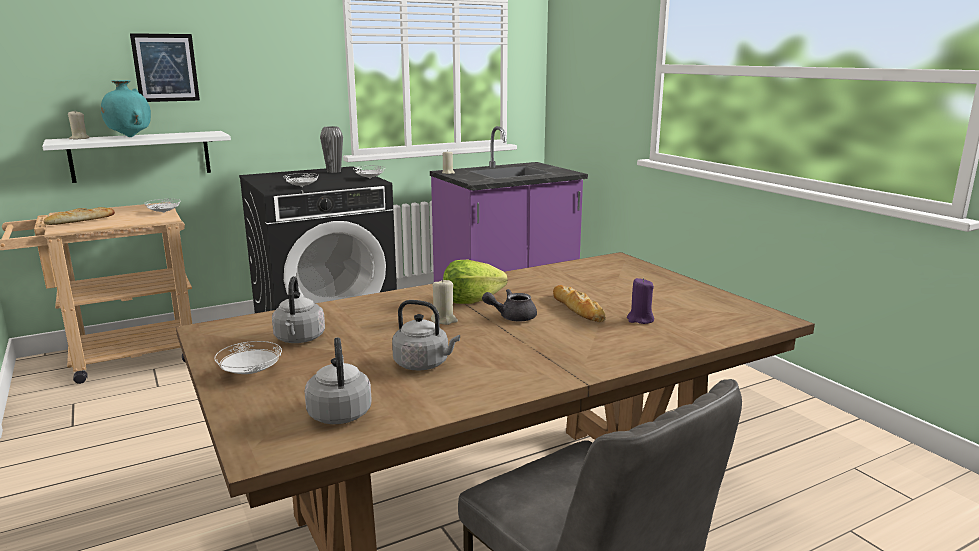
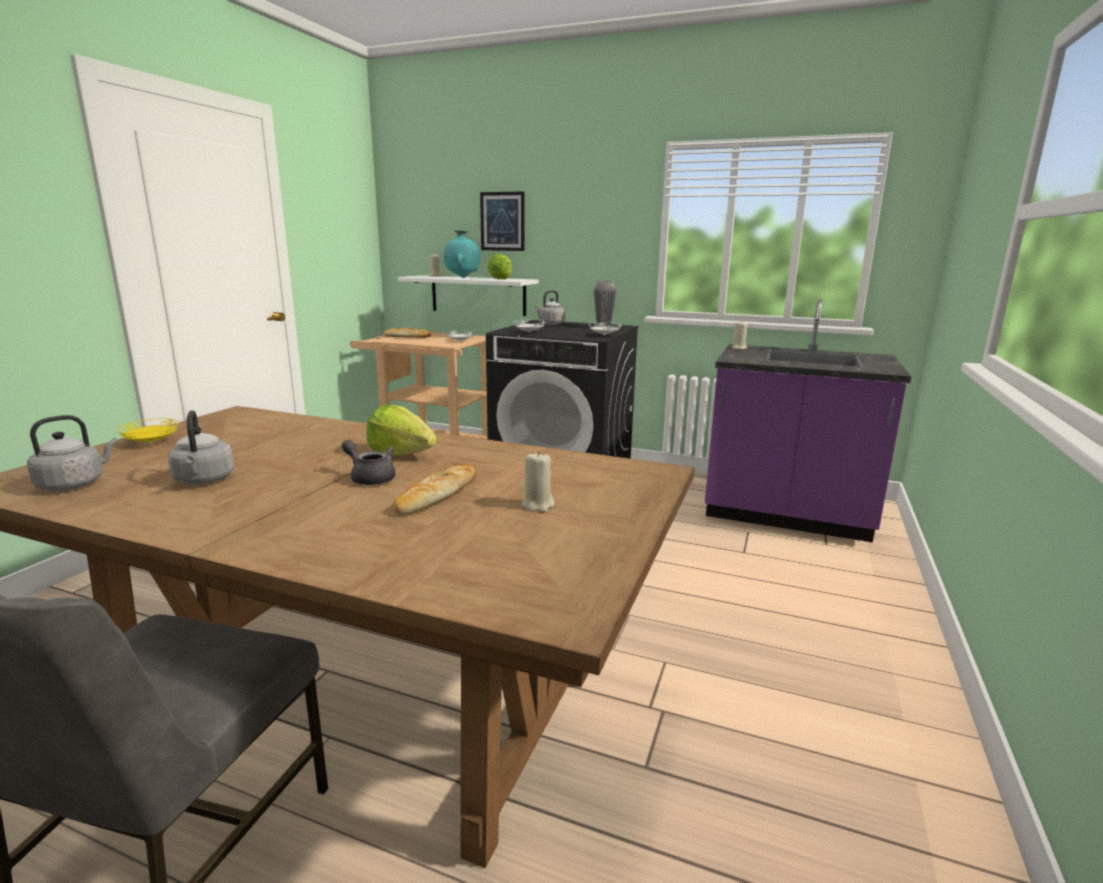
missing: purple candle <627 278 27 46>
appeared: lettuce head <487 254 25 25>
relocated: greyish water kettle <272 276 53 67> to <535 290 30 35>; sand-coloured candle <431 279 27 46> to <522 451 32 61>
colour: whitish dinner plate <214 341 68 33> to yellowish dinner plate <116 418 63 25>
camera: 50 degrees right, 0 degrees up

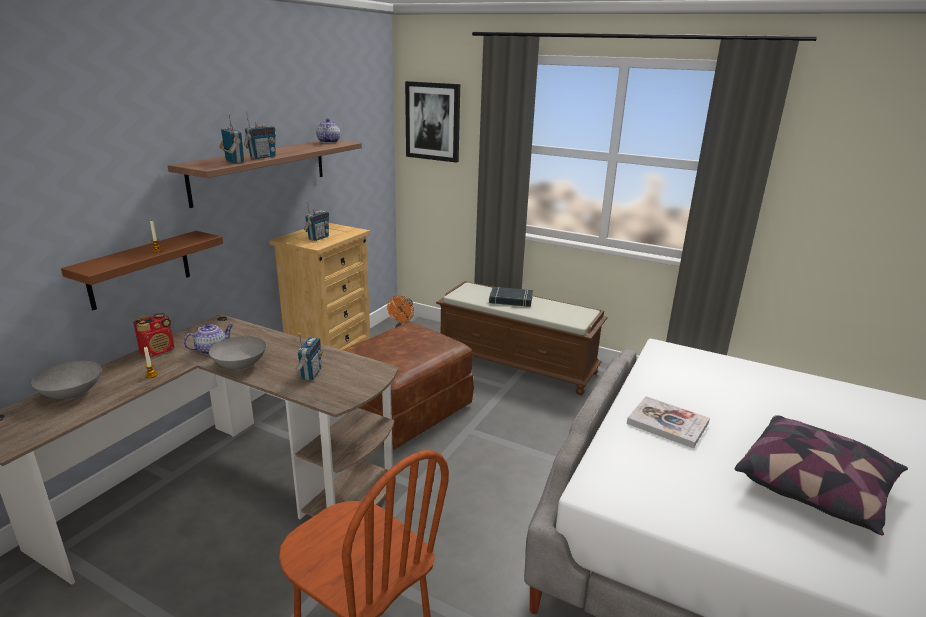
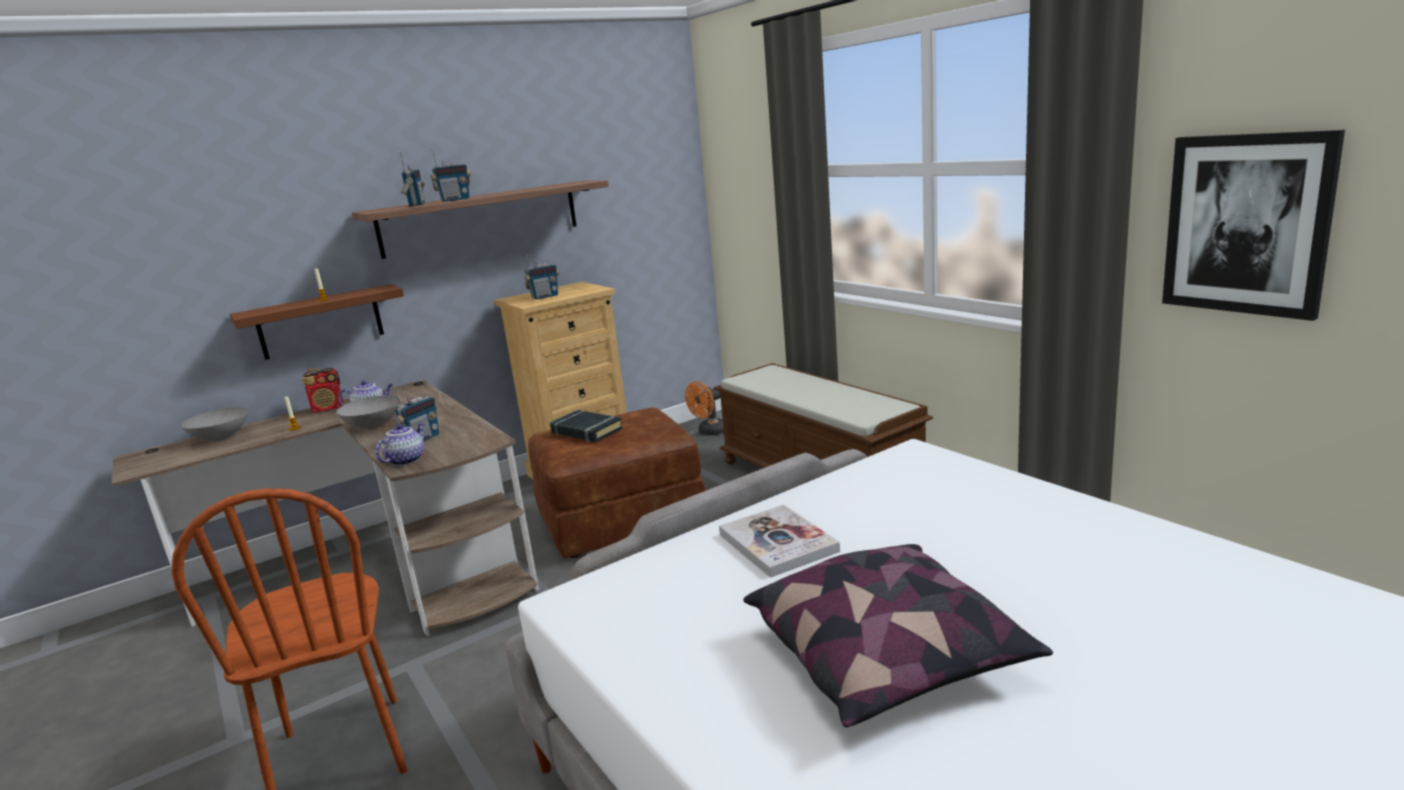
relocated: tea pot <316 119 24 24> to <375 423 50 43>; wall art <405 81 55 82> to <1162 130 183 191>; black book <489 287 44 20> to <550 410 73 32>
camera: 30 degrees right, 5 degrees down

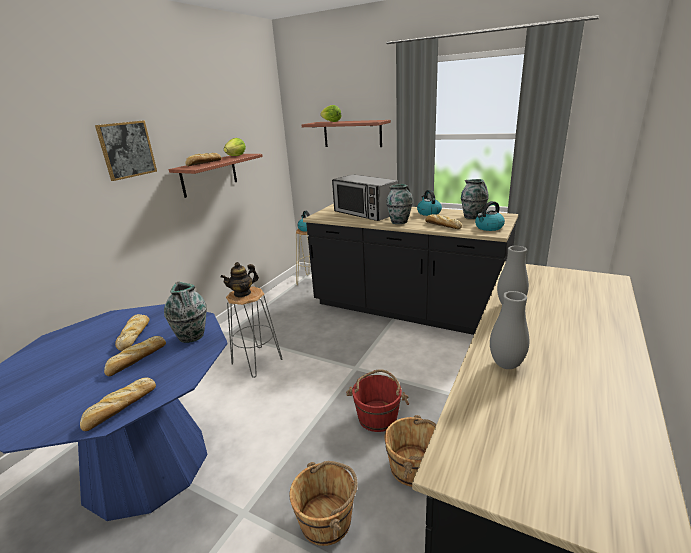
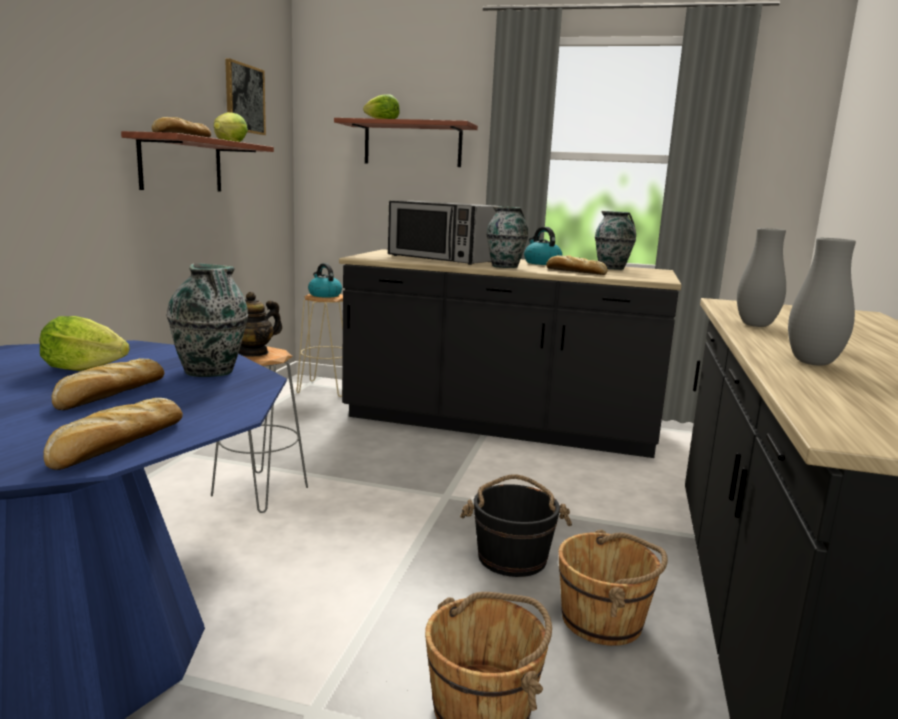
missing: water kettle <475 201 30 30>
relocated: wall art <95 120 62 61> to <225 58 41 77>
exchanged: baked bread <115 314 35 37> to lettuce head <39 316 91 55>
colour: reddish water bucket <346 369 63 63> to black water bucket <460 474 112 103>
camera: 15 degrees left, 10 degrees down

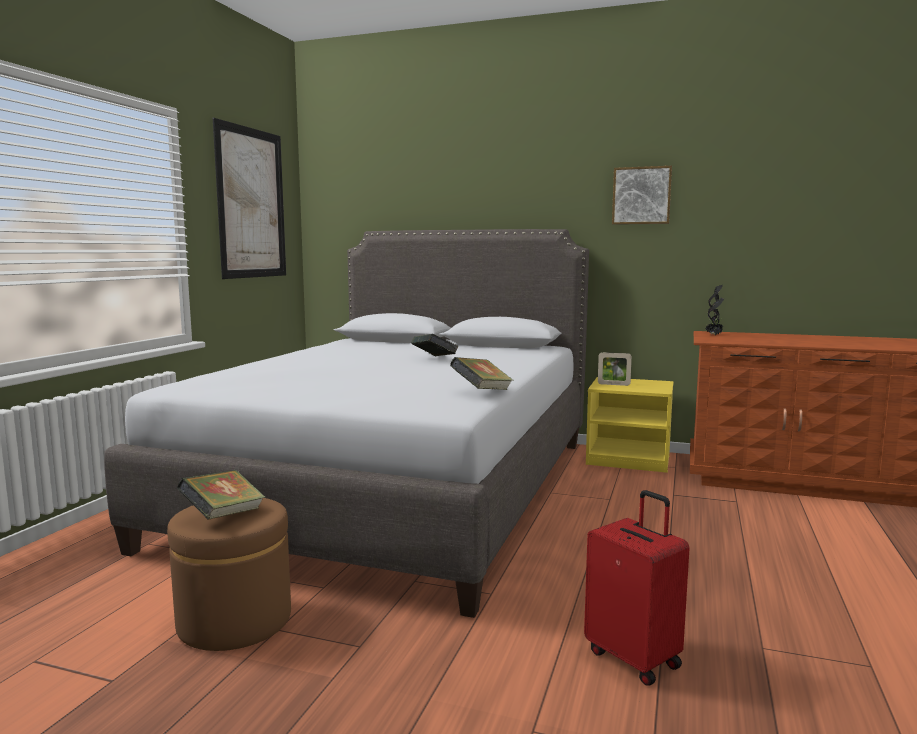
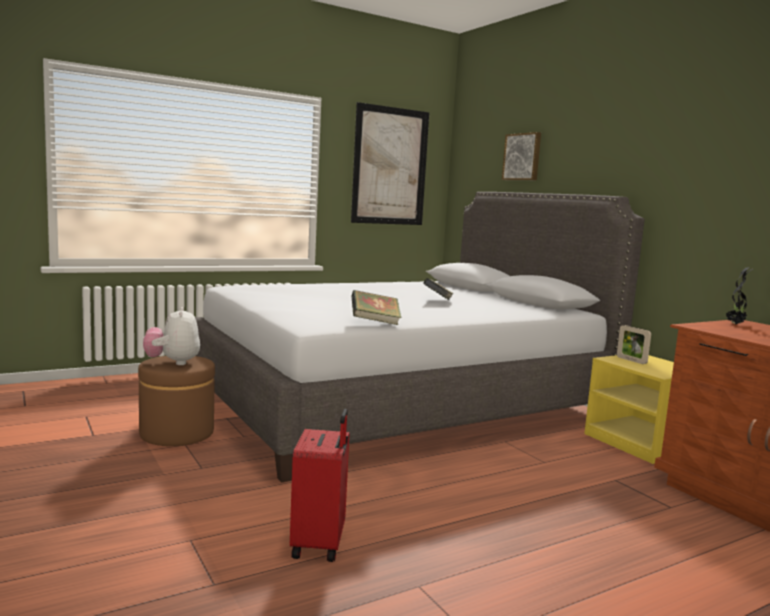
relocated: wall art <612 166 60 59> to <502 132 39 48>
exchanged: book <177 470 88 50> to soft toy <143 307 57 58>
camera: 40 degrees right, 0 degrees up

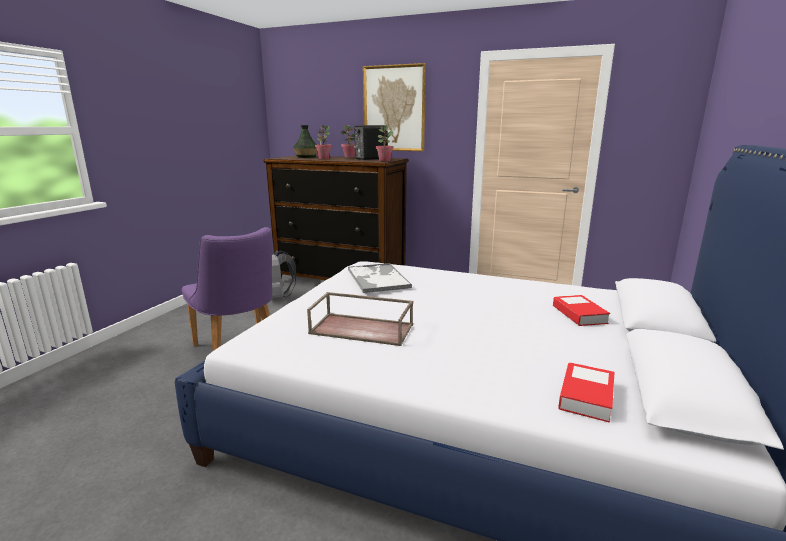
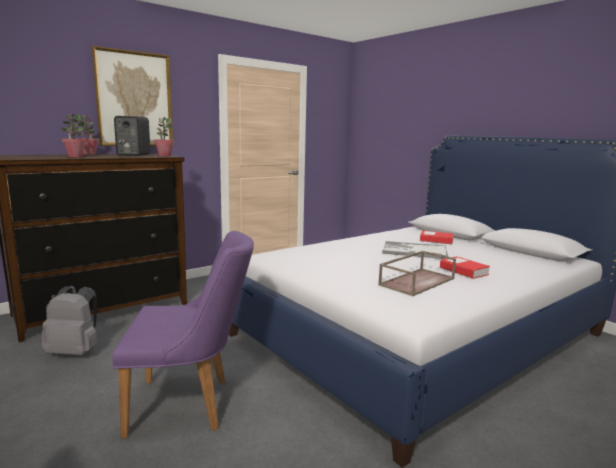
missing: vase <293 125 24 33>
relocated: serving tray <348 263 64 30> to <382 241 66 18>; book <558 362 57 61> to <440 256 50 23>
camera: 60 degrees left, 5 degrees down

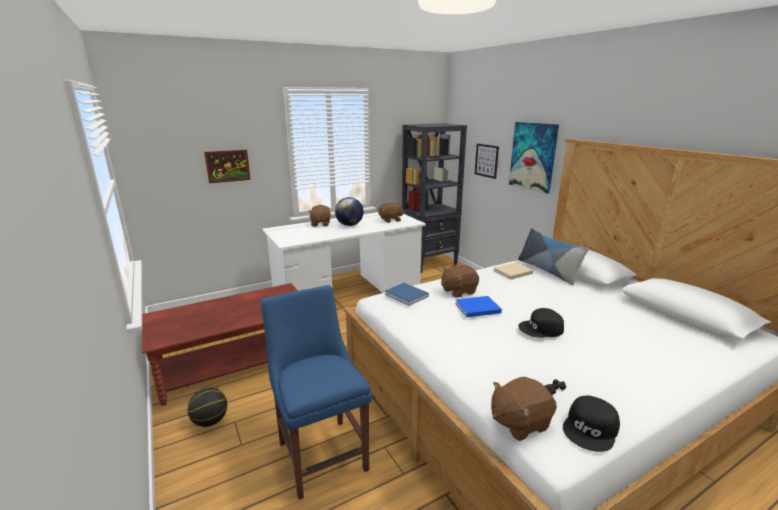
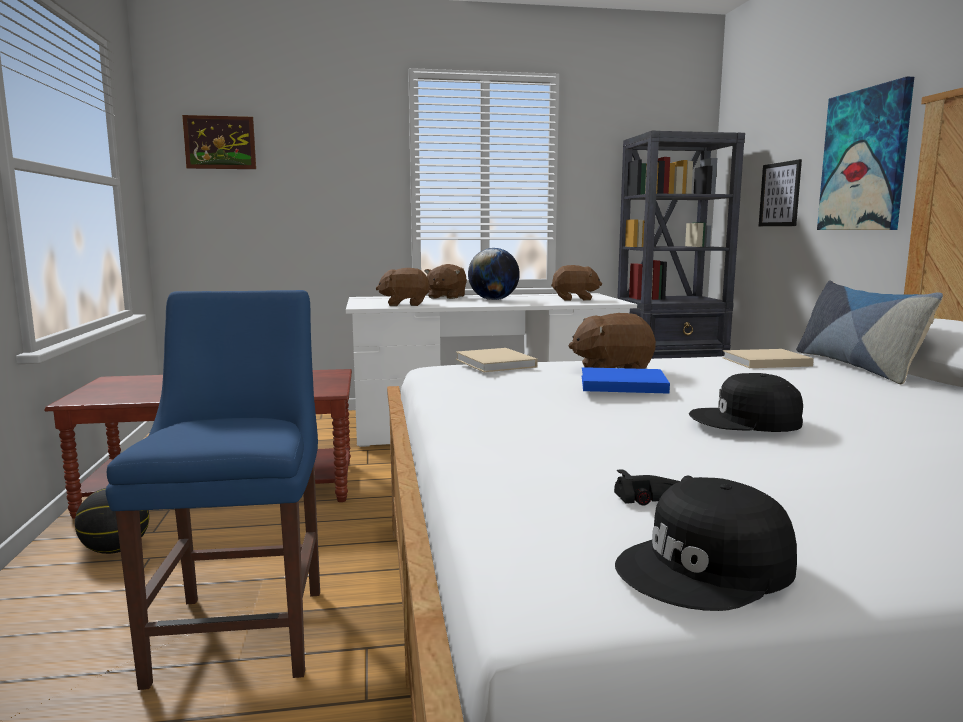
relocated: wall art <204 150 47 33> to <182 115 74 54>; brown-coloured soft toy <491 376 66 65> to <376 268 55 38>
colour: blue book <385 283 44 23> to sand-coloured book <456 348 82 24>
camera: 20 degrees right, 10 degrees down

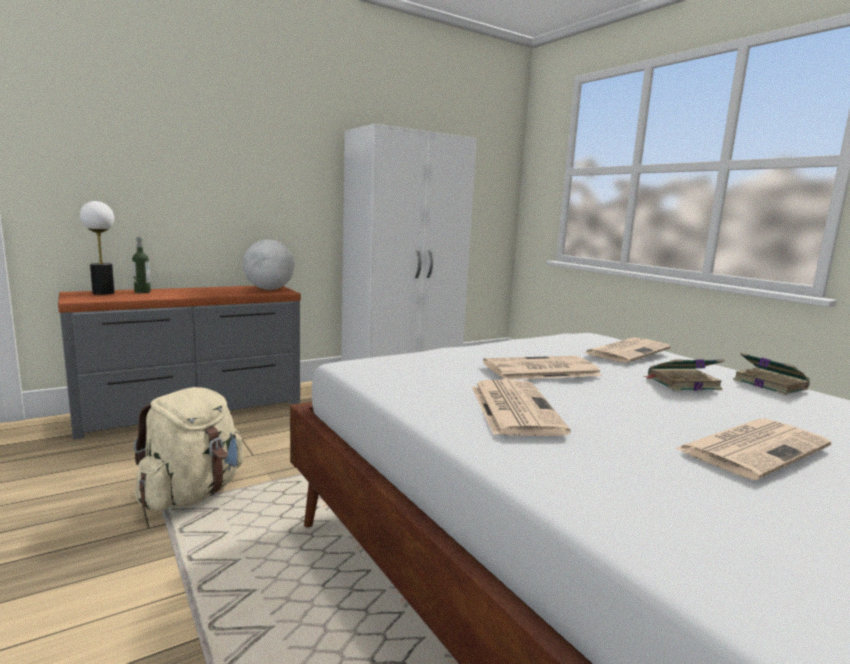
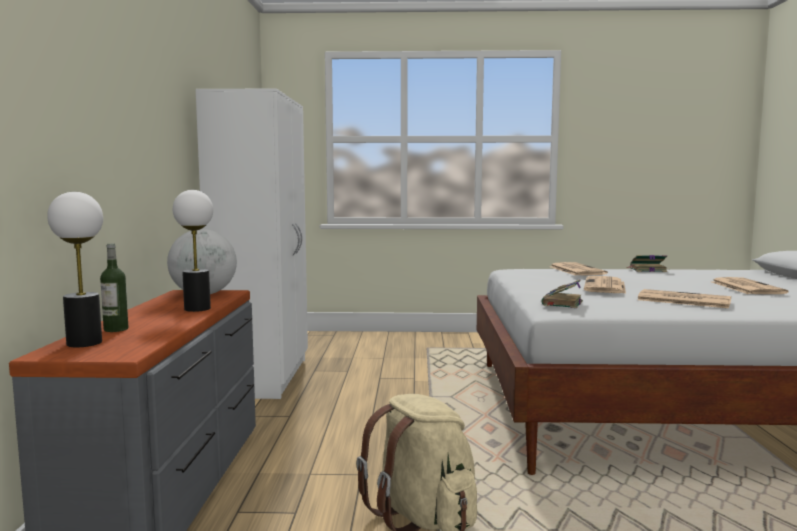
appeared: lamp for a table <173 190 40 122>
relocated: book <643 360 81 31> to <541 279 42 29>
camera: 55 degrees left, 5 degrees down

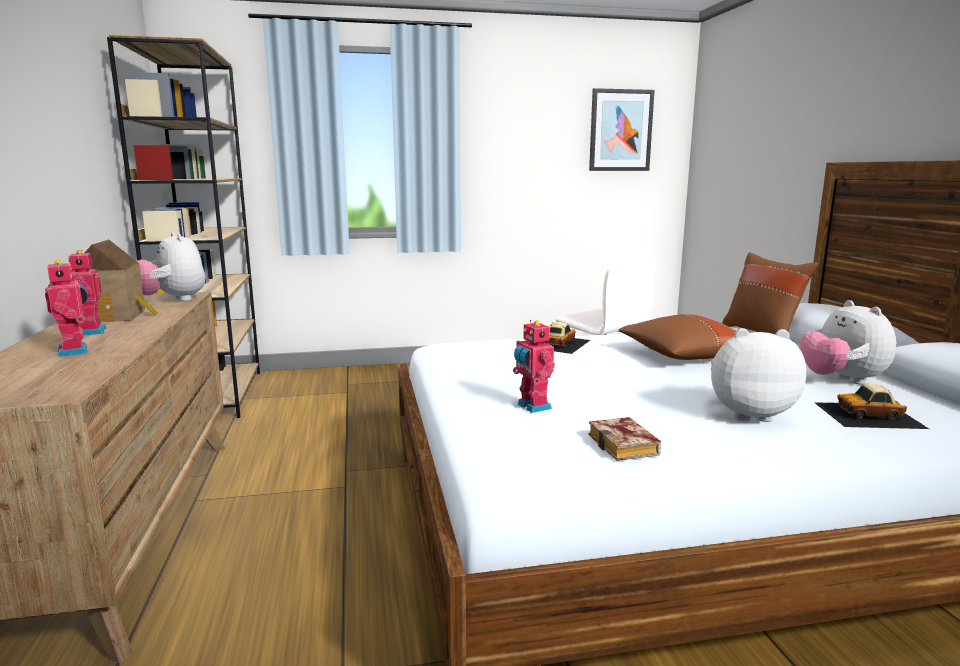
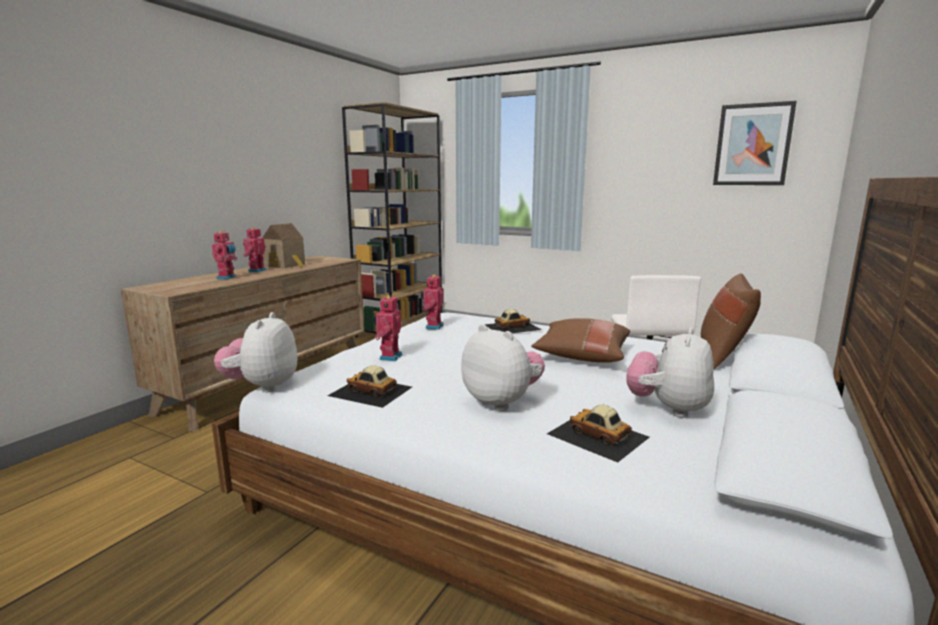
appeared: toy robot <421 275 23 55>
relocated: soft toy <137 232 68 69> to <214 312 83 80>
exchanged: book <589 417 72 44> to toy car <328 365 84 43>
camera: 40 degrees right, 0 degrees up

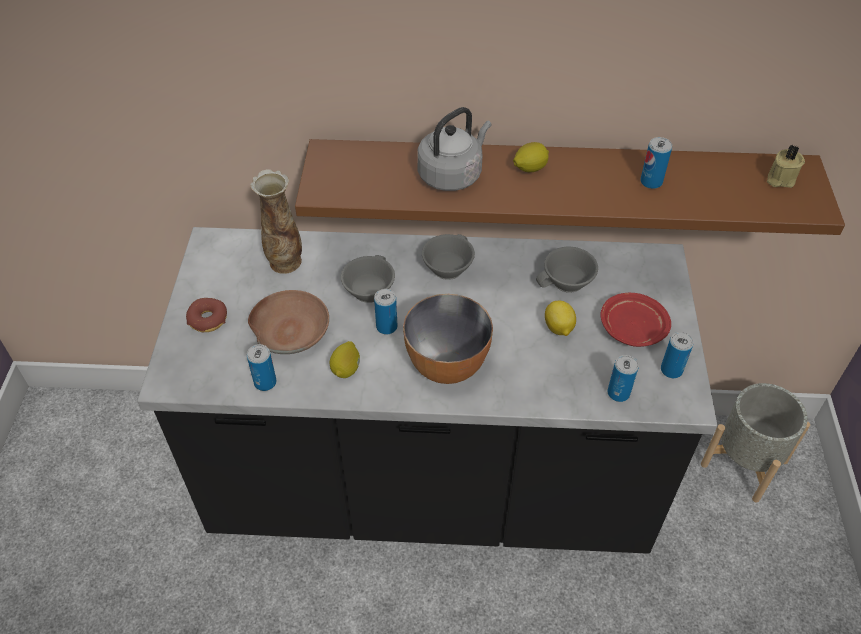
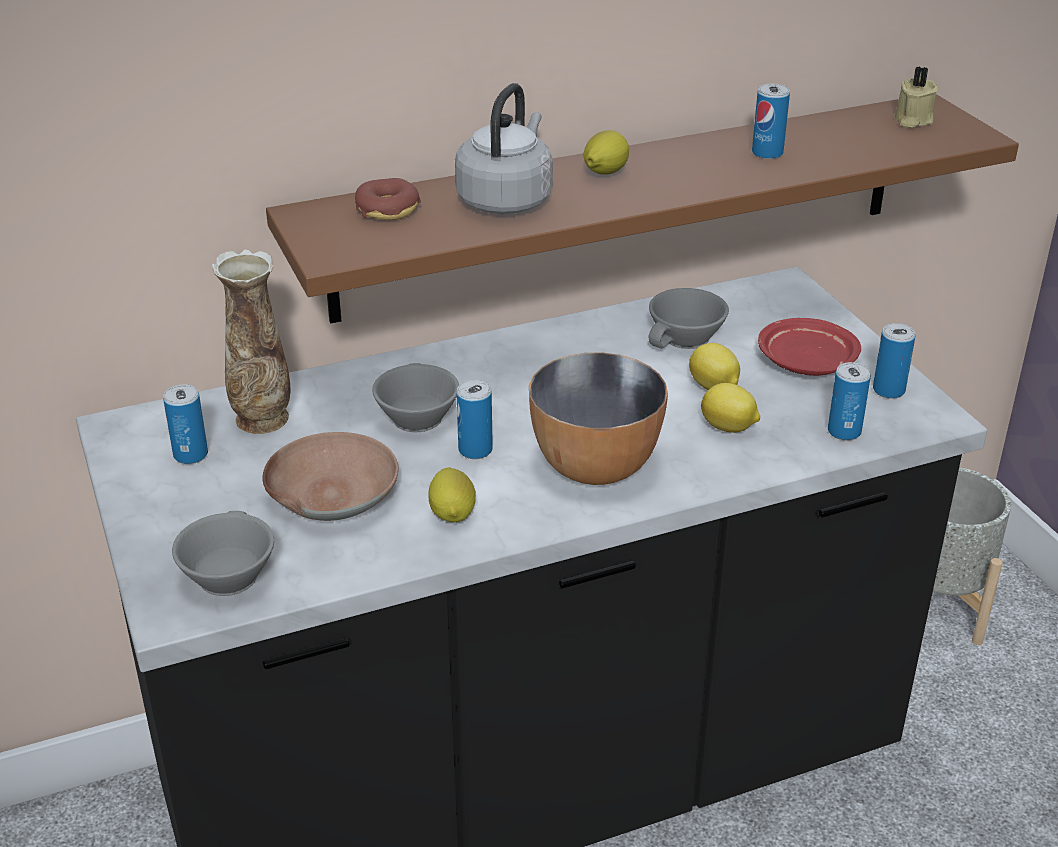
appeared: citrus fruit <701 383 59 50>
relocated: doughnut <186 298 41 34> to <355 178 66 42>; can <247 344 30 47> to <163 384 45 80>; greyish drinking cup <422 234 53 46> to <172 511 102 85>
camera: 25 degrees left, 15 degrees down

